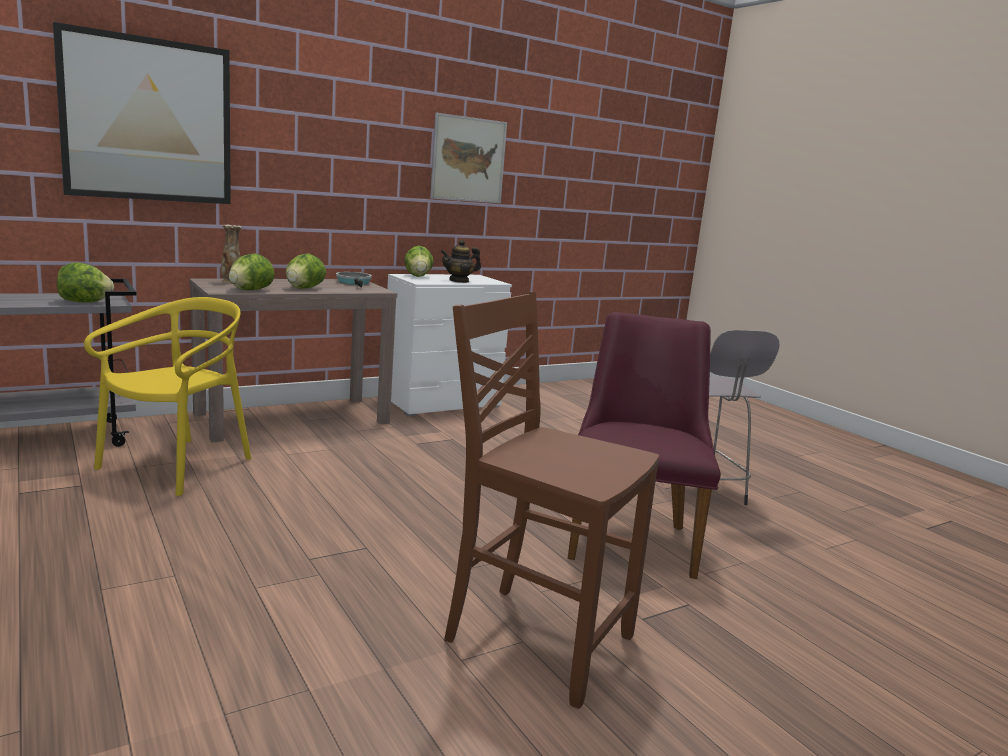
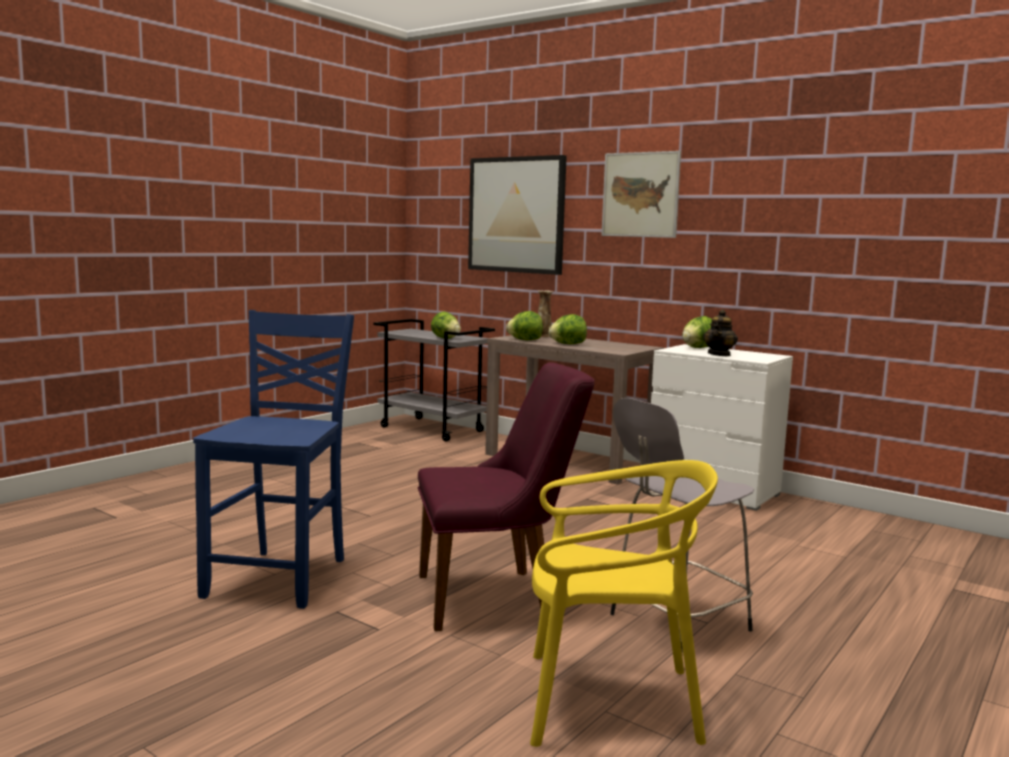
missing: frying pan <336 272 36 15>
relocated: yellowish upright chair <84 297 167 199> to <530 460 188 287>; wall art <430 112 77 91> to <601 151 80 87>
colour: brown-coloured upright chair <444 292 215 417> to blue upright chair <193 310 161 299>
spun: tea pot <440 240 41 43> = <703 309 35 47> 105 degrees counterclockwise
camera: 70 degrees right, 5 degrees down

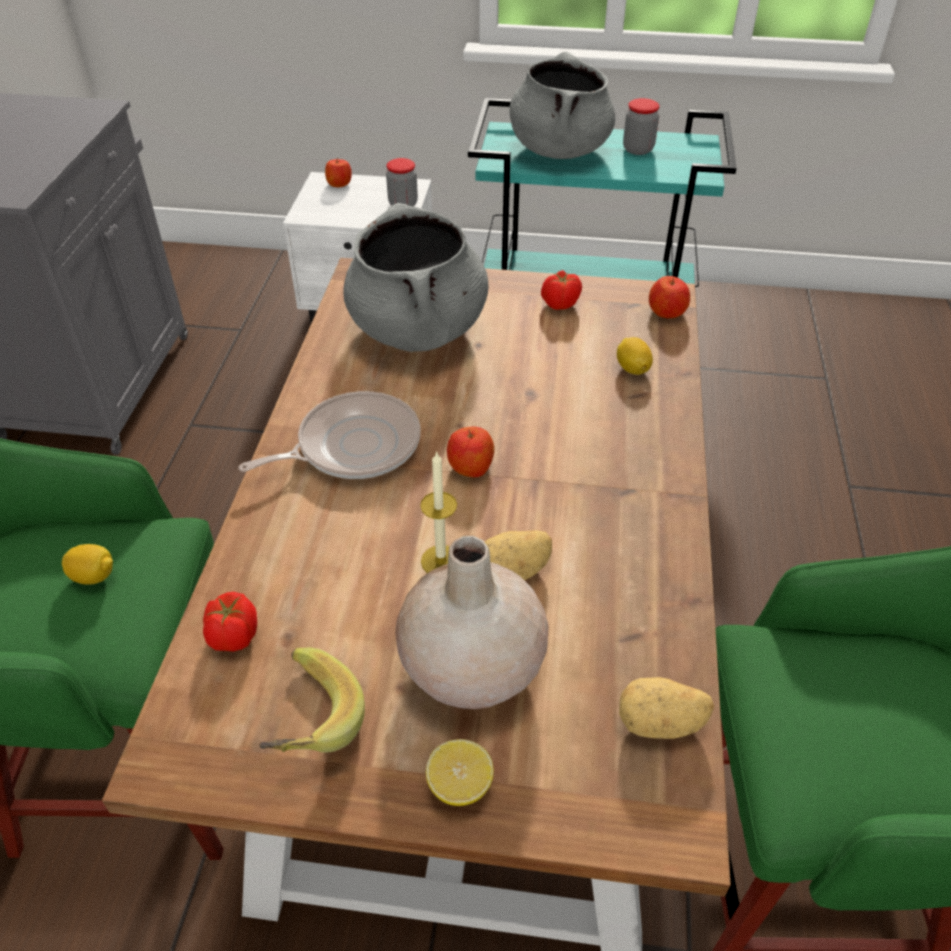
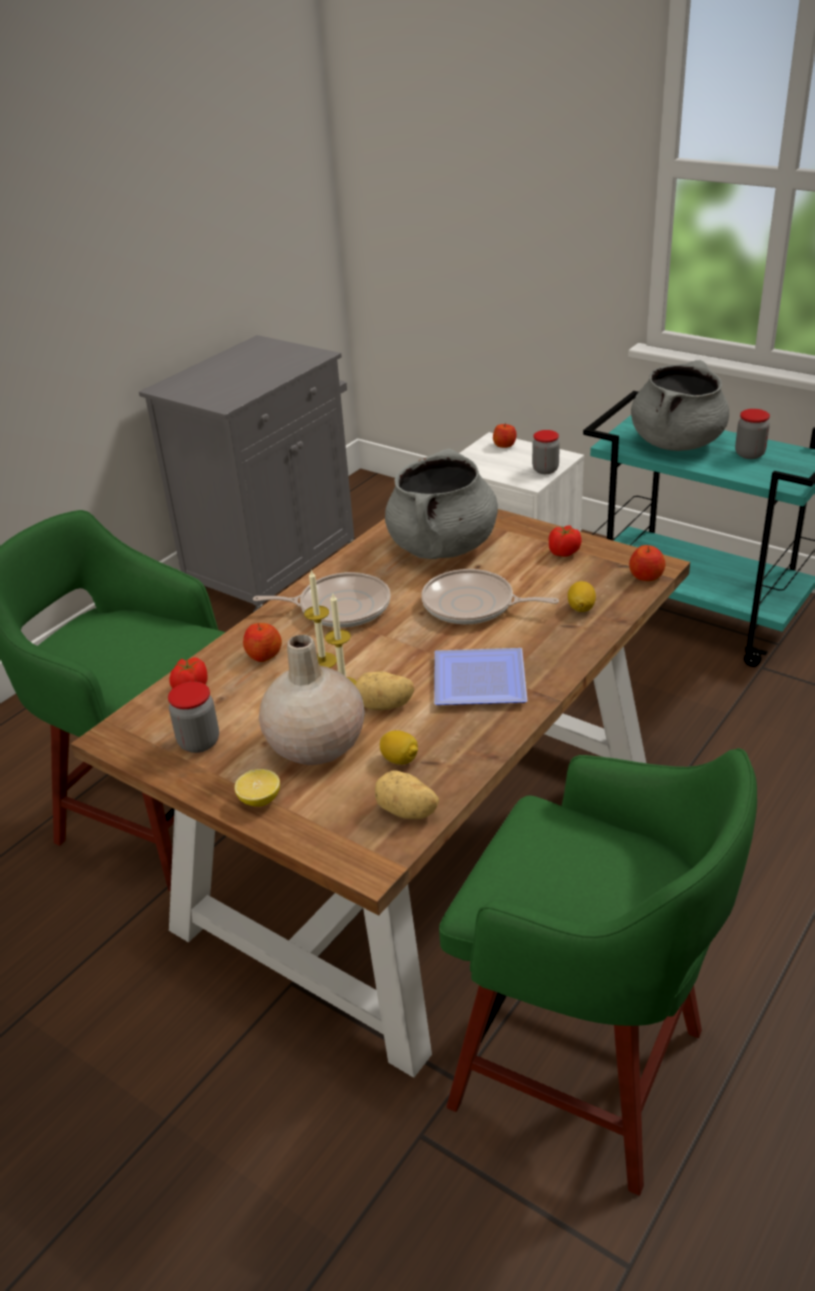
appeared: candle <304 569 33 99>; frying pan <421 569 138 56>; dinner plate <434 648 93 57>
relocated: citrus fruit <62 544 51 41> to <380 730 38 35>; apple <447 427 47 51> to <243 623 39 39>
exchanged: banana <259 648 106 105> to jar <168 682 51 71>
camera: 30 degrees right, 10 degrees down

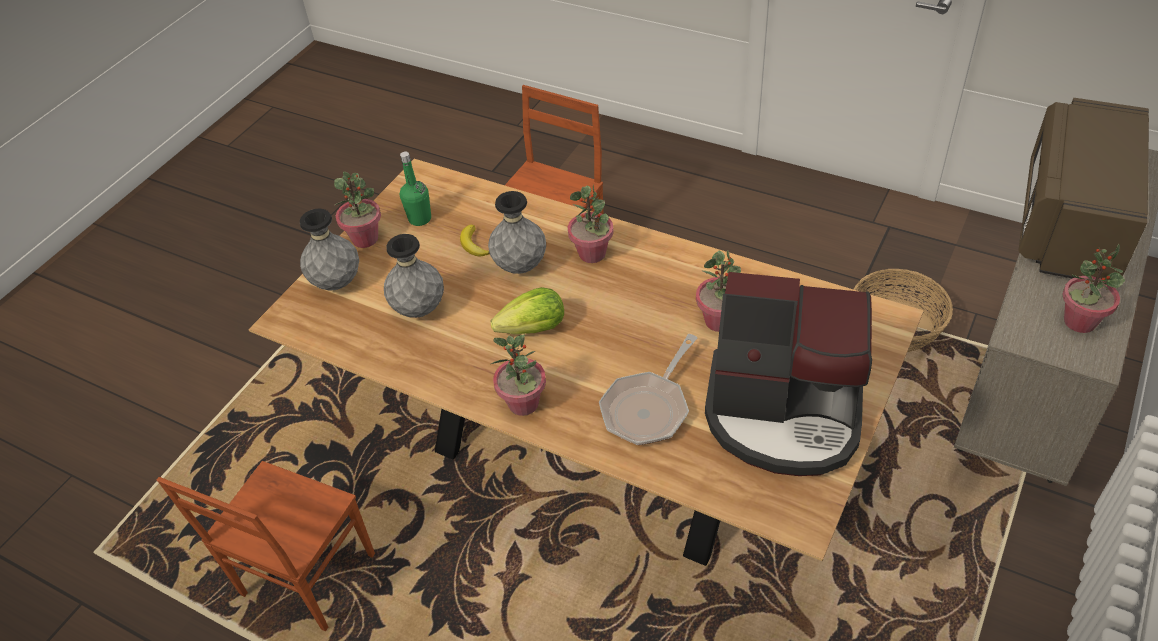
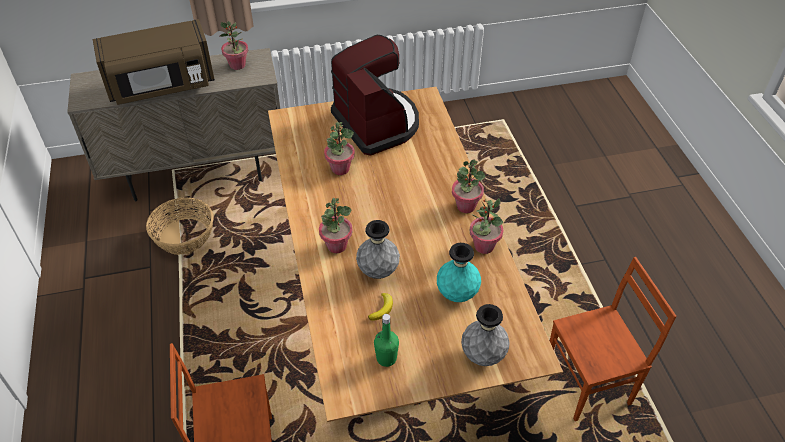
missing: lettuce head <491 287 73 48>; frying pan <599 334 99 111>
relocated: potted plant <334 171 47 77> to <469 198 35 56>
colour: greyish vase <384 234 60 84> to turquoise vase <437 243 44 59>
camera: 135 degrees left, 0 degrees up

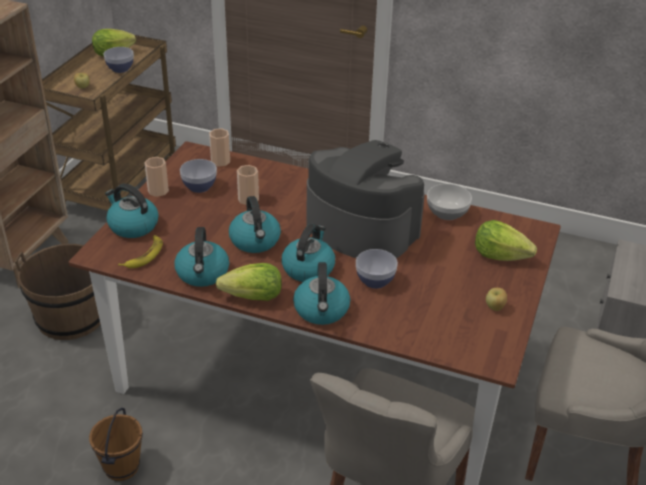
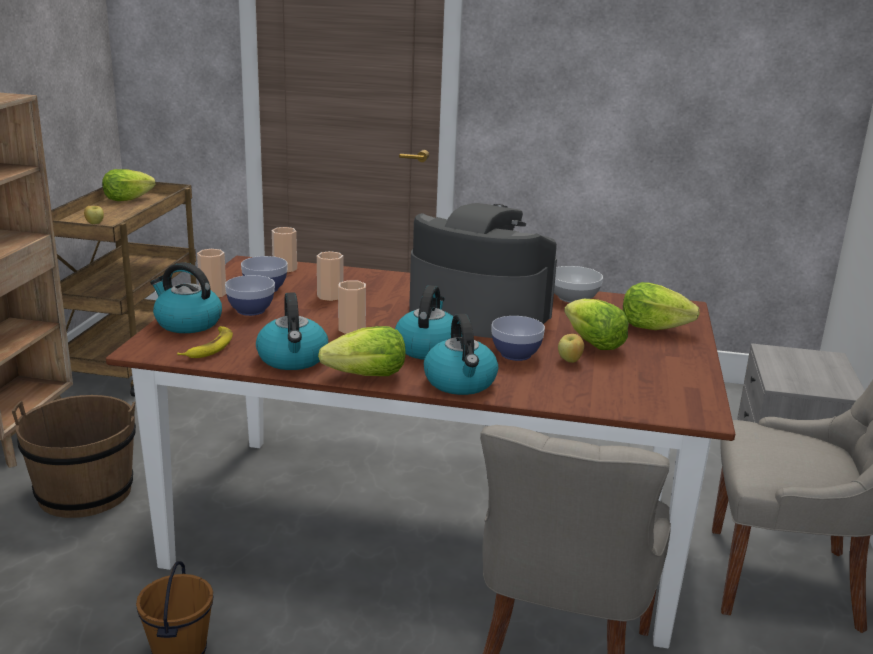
appeared: lettuce head <564 299 65 51>
relocated: deep dish <104 47 30 26> to <225 275 50 41>; apple <486 288 21 23> to <558 334 26 29>
exchanged: water kettle <229 196 52 57> to drinking cup <338 280 28 54>
camera: 10 degrees left, 15 degrees down

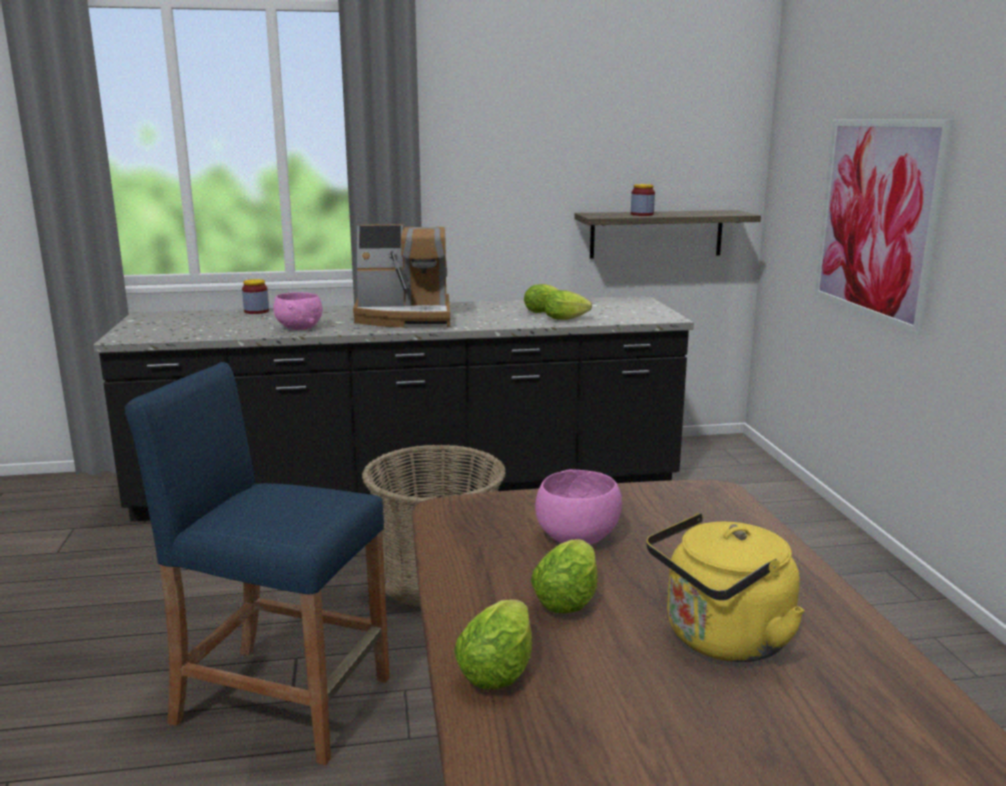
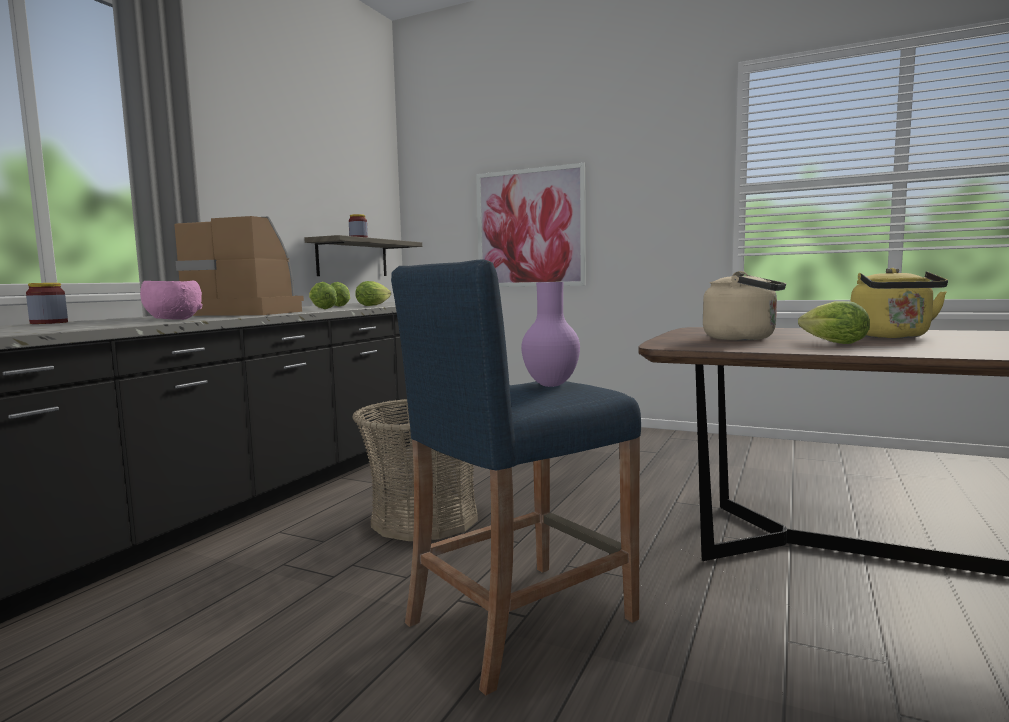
appeared: purple vase <521 282 59 105>
relocated: lettuce head <454 600 78 90> to <309 282 28 27>
exchanged: pink deep dish <535 469 87 76> to sand-coloured water kettle <703 271 83 69>
spun: coffee machine <353 224 97 103> = <174 216 130 100> 105 degrees counterclockwise
camera: 55 degrees left, 10 degrees down

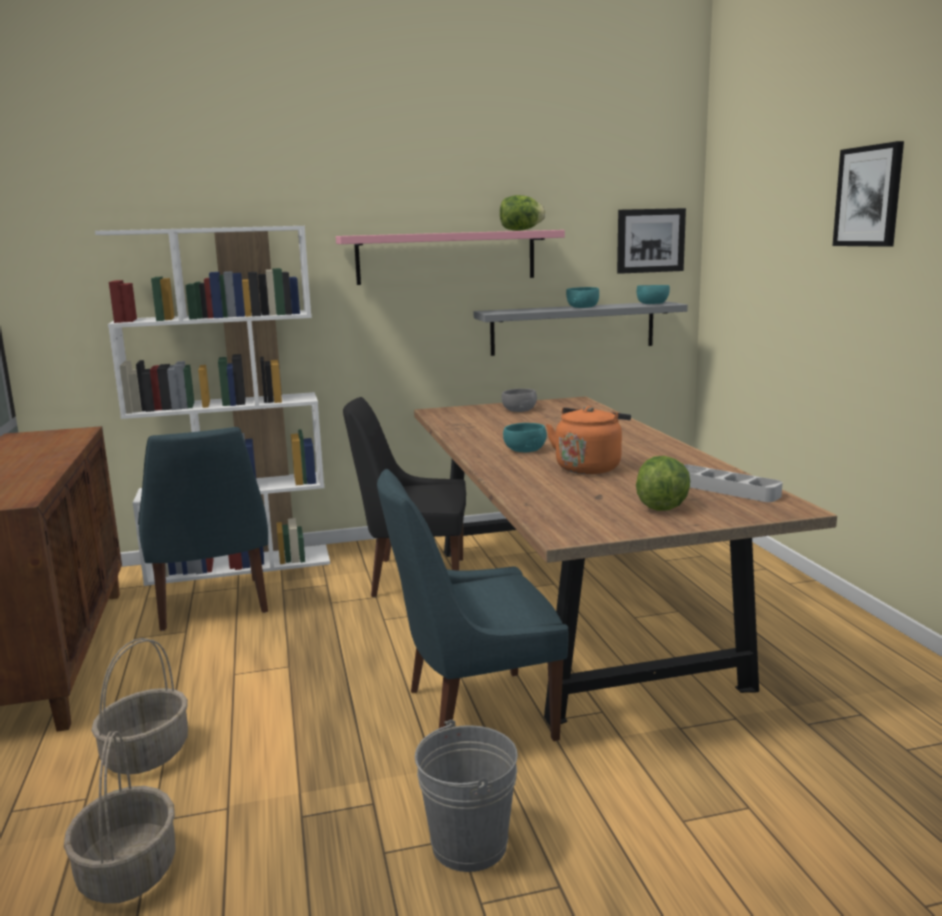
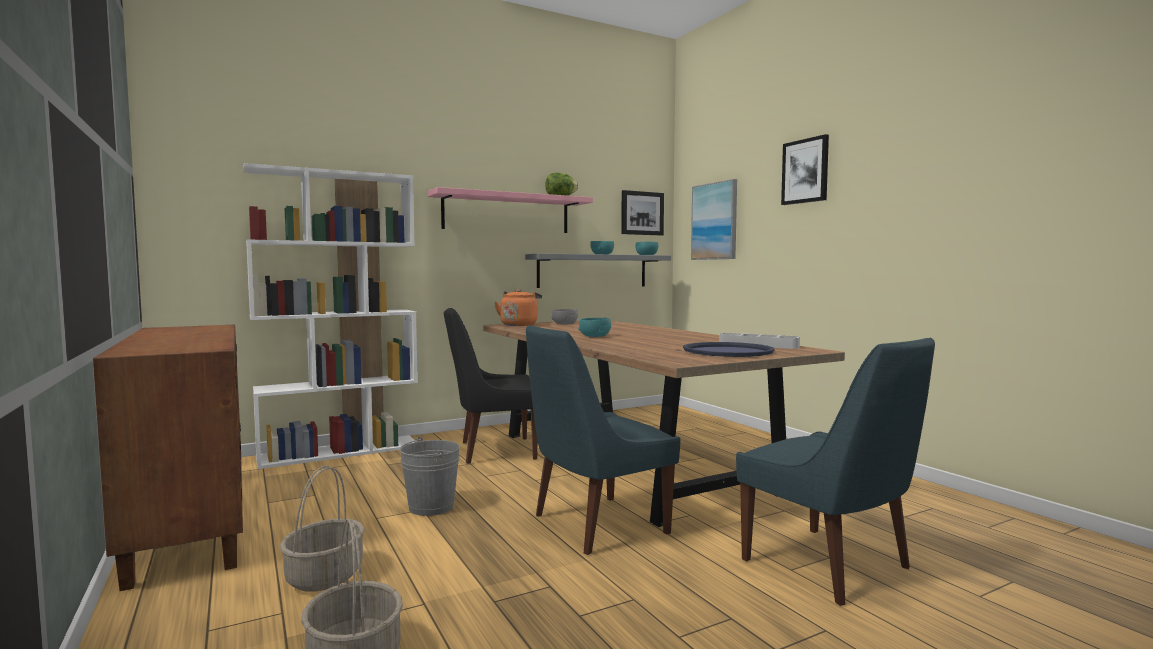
appeared: wall art <691 179 46 81>
relocated: blue upright chair <138 427 130 204> to <736 337 199 269>; greyish water bucket <415 720 103 152> to <399 437 61 79>; orange water kettle <546 406 85 68> to <494 289 48 37>
exchanged: lettuce head <636 456 54 55> to blue serving tray <683 342 91 15>
camera: 15 degrees left, 10 degrees down

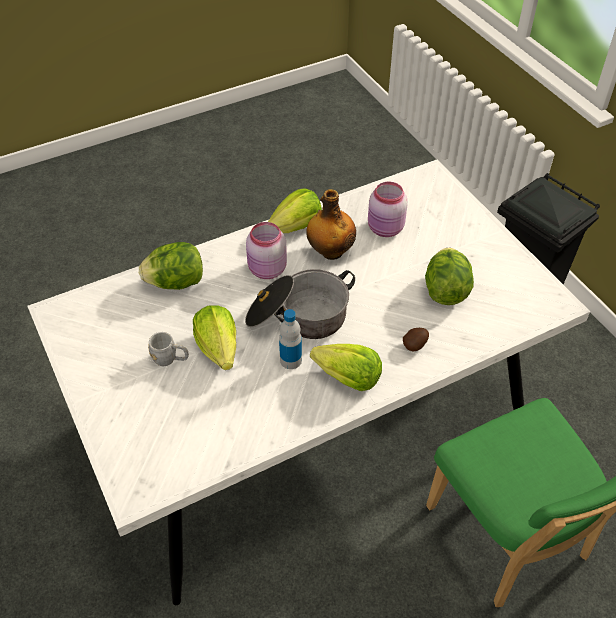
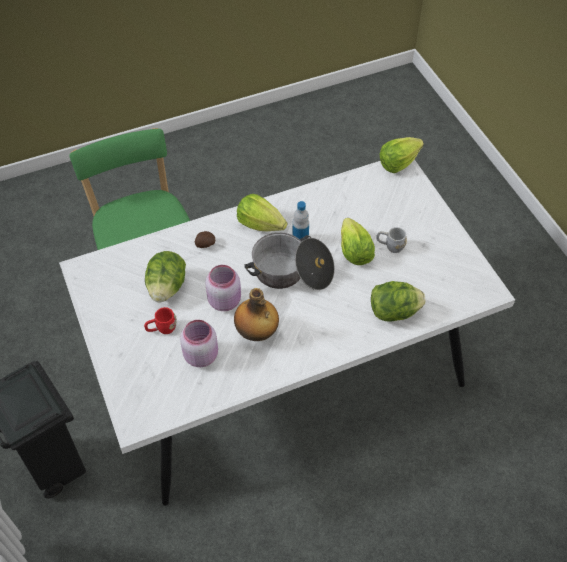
appeared: reddish mug <144 307 33 27>
relocated: pink jar <246 222 41 57> to <205 265 36 46>; lettuce head <268 189 54 44> to <379 137 45 36>
camera: 175 degrees left, 5 degrees up

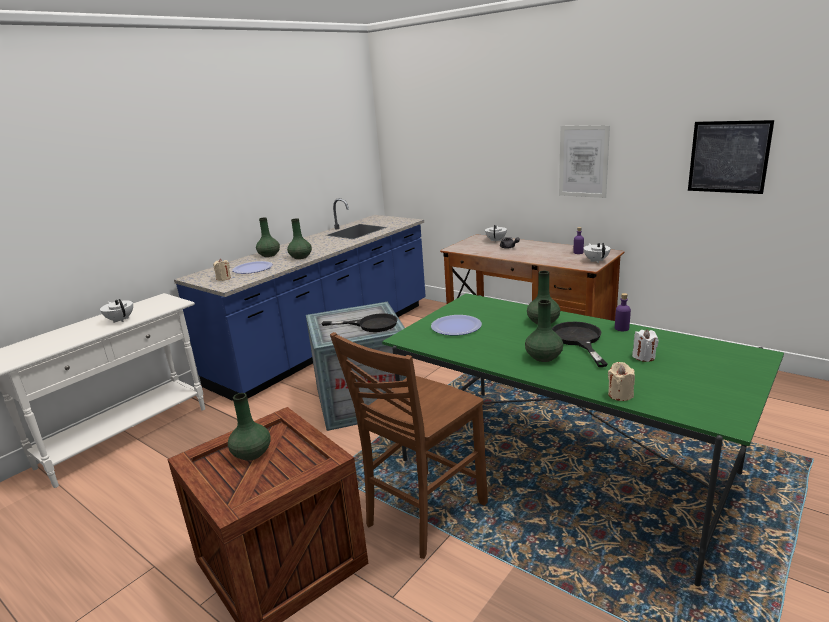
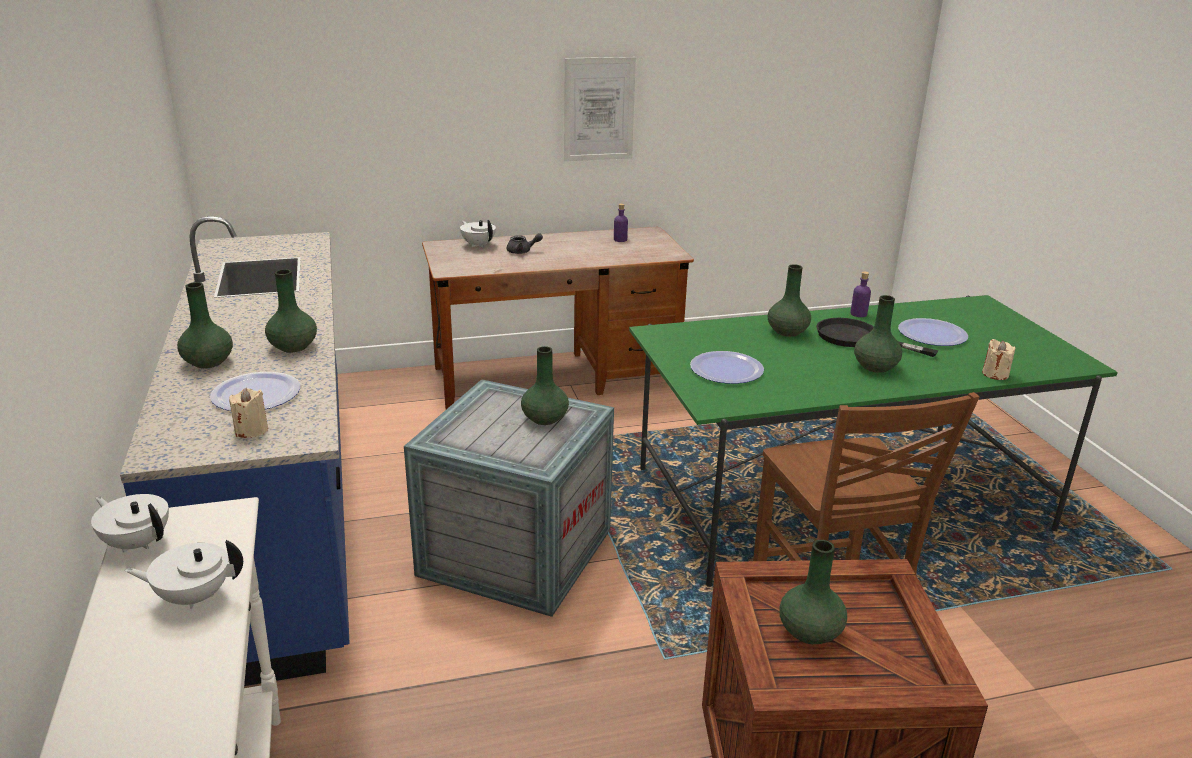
missing: wall art <688 120 86 74>
relocated: whitish tea pot <584 243 26 20> to <91 494 78 58>
exchanged: black frying pan <322 313 75 19> to greenish vase <521 346 48 79>; whitish candle <632 329 27 33> to dinner plate <898 318 70 28>
camera: 55 degrees left, 5 degrees up

